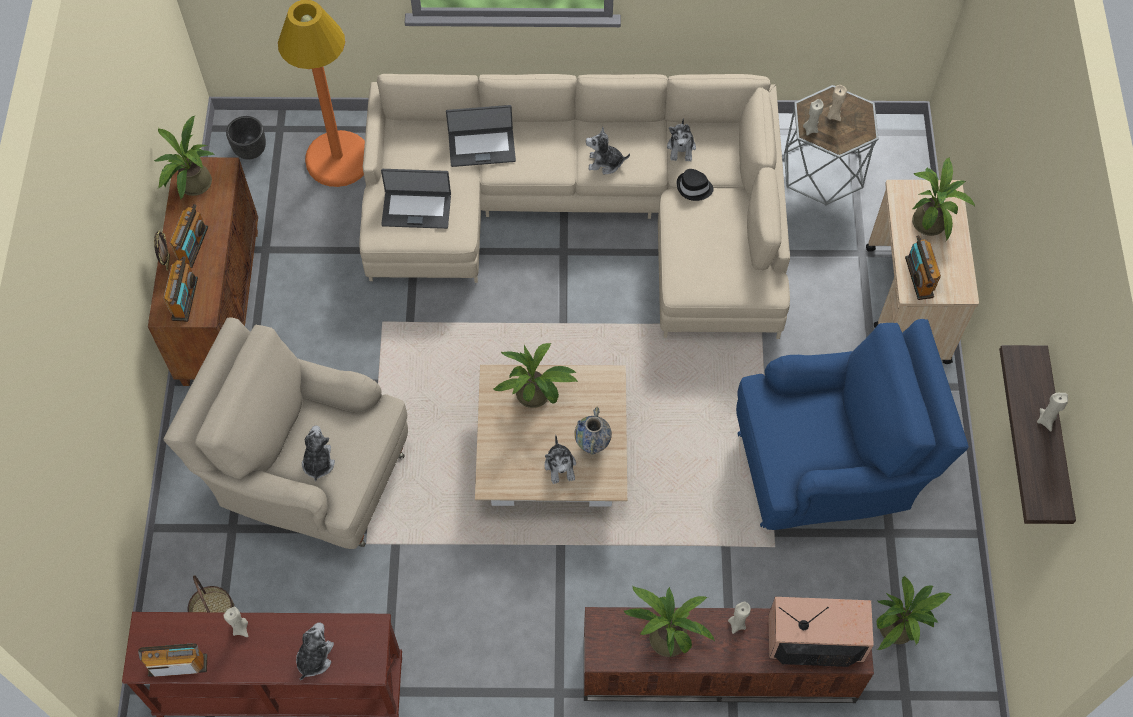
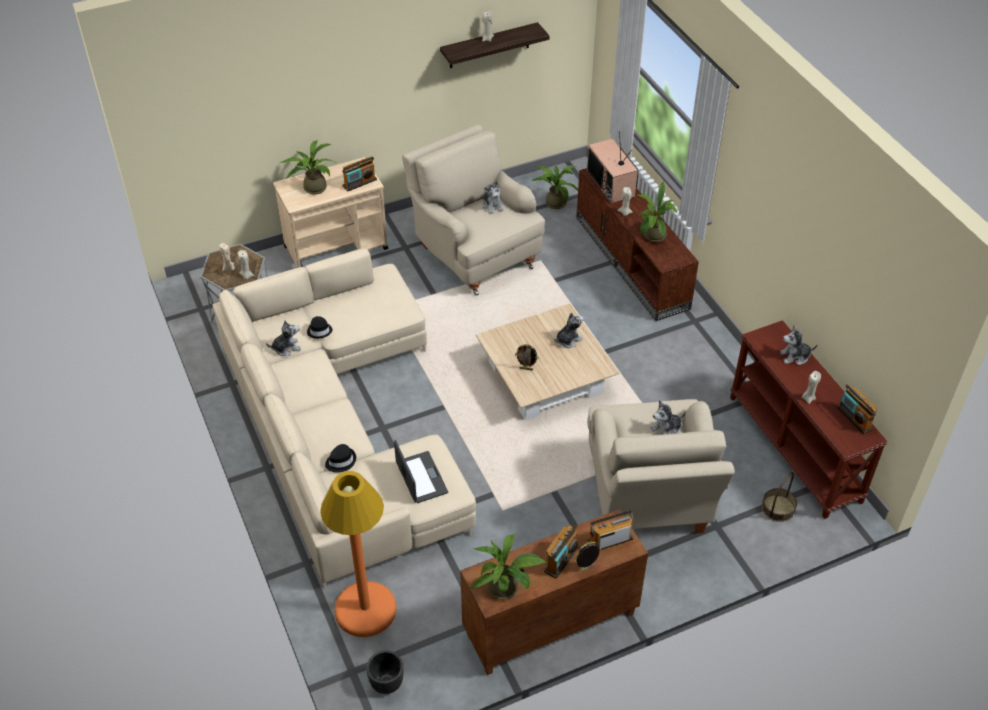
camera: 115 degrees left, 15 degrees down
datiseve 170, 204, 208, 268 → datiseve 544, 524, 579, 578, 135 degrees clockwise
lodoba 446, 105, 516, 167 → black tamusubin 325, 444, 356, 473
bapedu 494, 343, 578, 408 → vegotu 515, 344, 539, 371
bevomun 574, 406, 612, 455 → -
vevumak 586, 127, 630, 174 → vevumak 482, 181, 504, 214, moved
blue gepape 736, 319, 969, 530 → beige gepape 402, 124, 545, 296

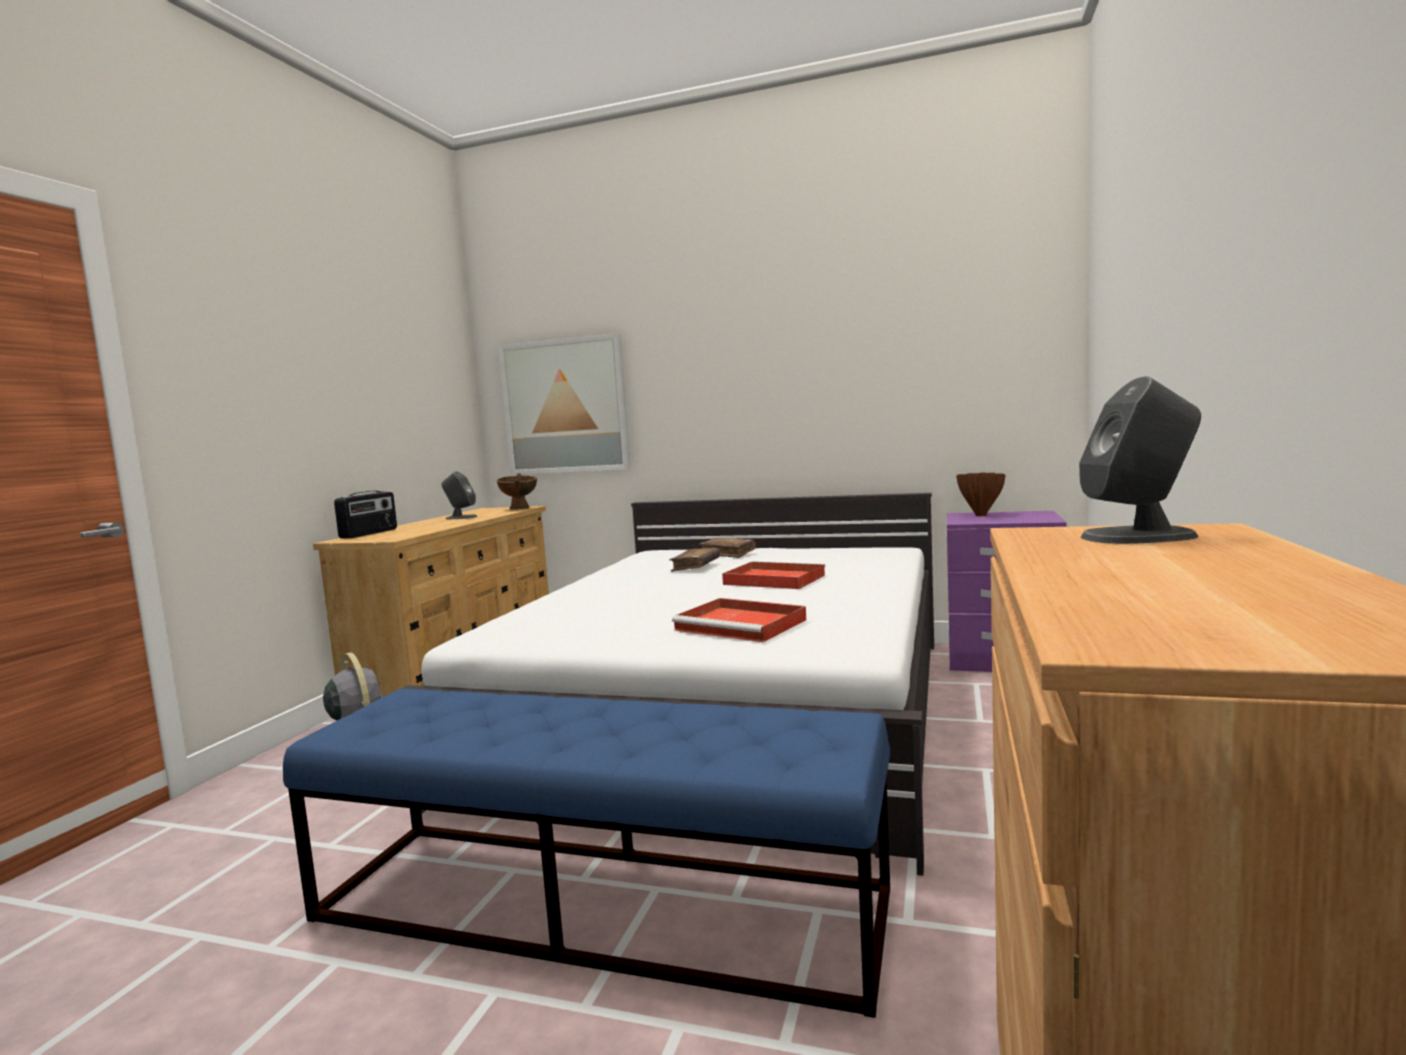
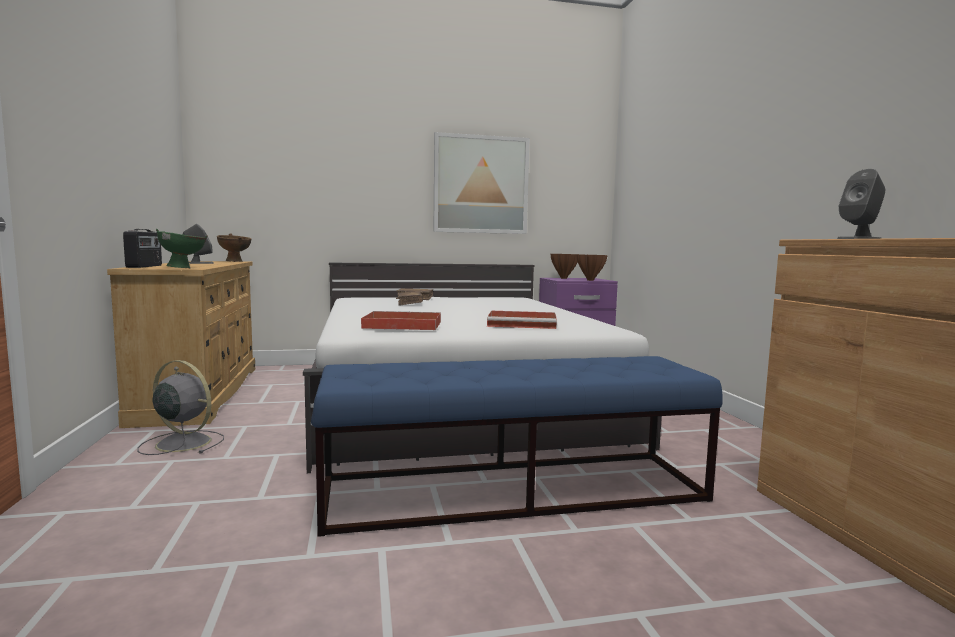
camera: 30 degrees left, 0 degrees up
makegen 498, 333, 631, 475 → makegen 434, 132, 530, 234, moved
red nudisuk 722, 561, 825, 589 → red nudisuk 361, 311, 441, 330, moved
- → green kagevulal 156, 229, 208, 268
- → brown bevomun 576, 255, 607, 281

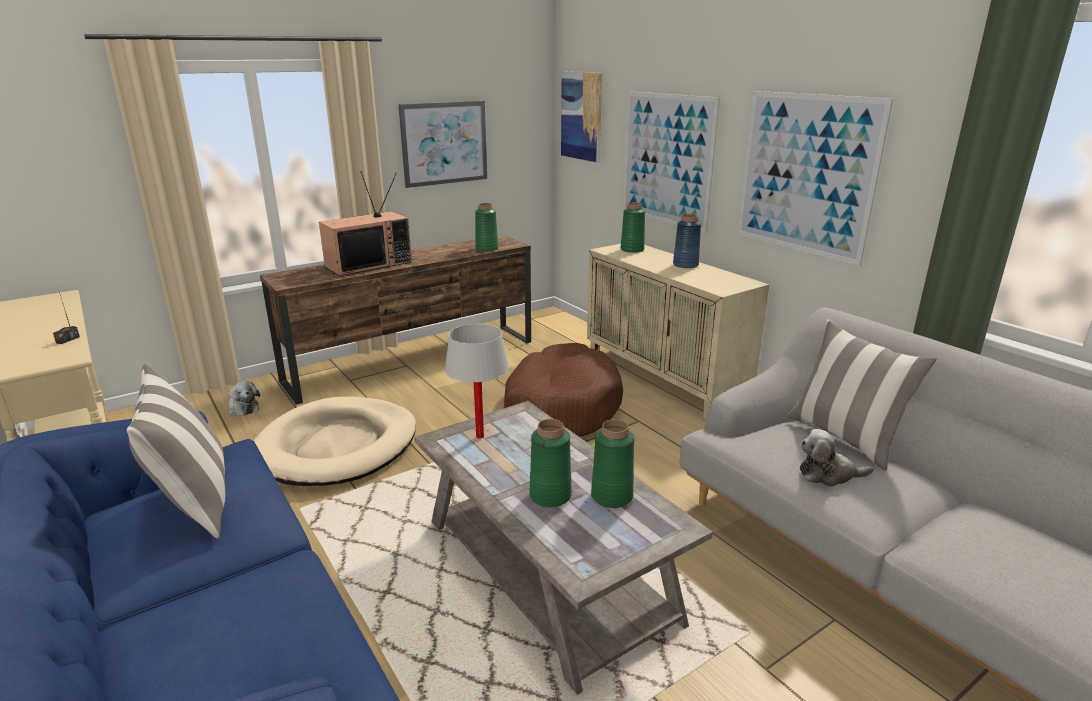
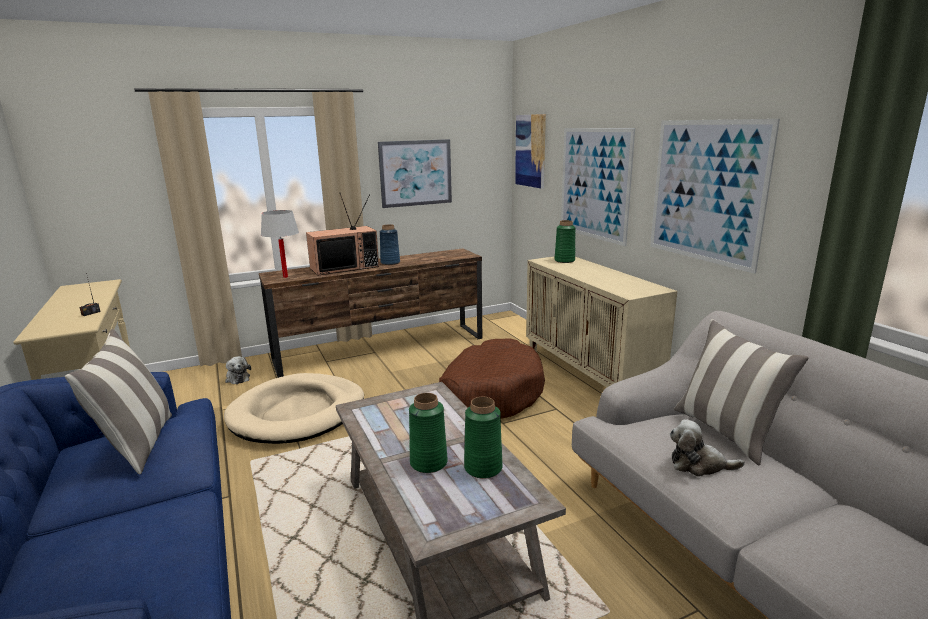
camera: 10 degrees right, 5 degrees down
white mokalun 445, 324, 509, 439 → white mokalun 261, 210, 299, 278, moved
green bevomun 475, 203, 498, 251 → -
blue bevomun 673, 214, 701, 268 → blue bevomun 380, 224, 400, 265, moved

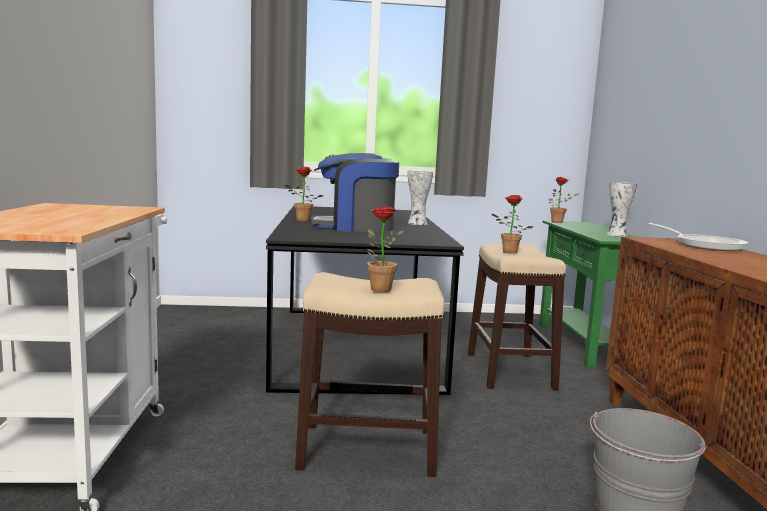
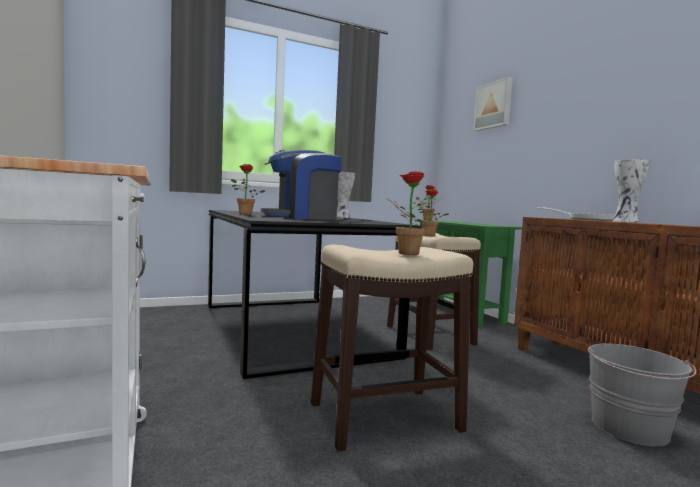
camera: 20 degrees left, 5 degrees down
bevomun 607, 182, 637, 237 → bevomun 612, 159, 650, 223, moved
- → makegen 473, 77, 513, 131

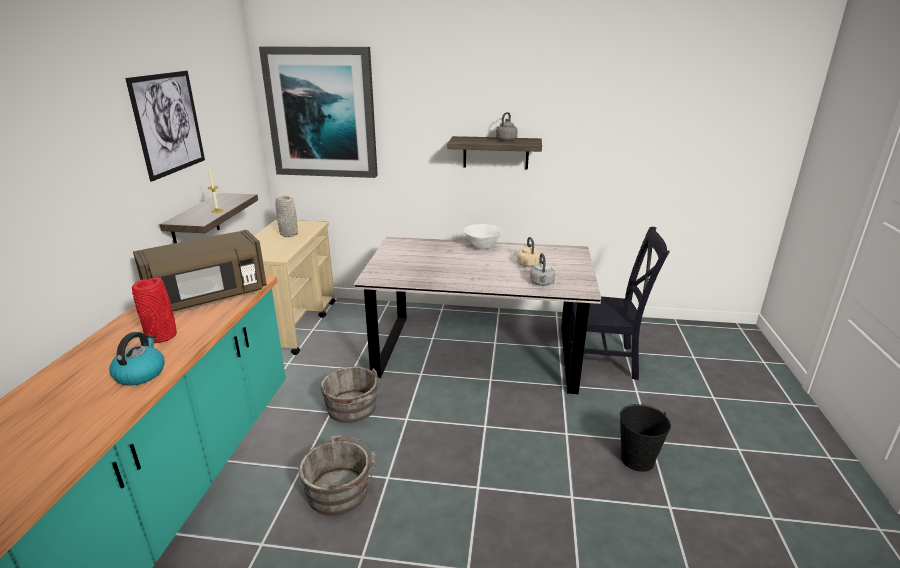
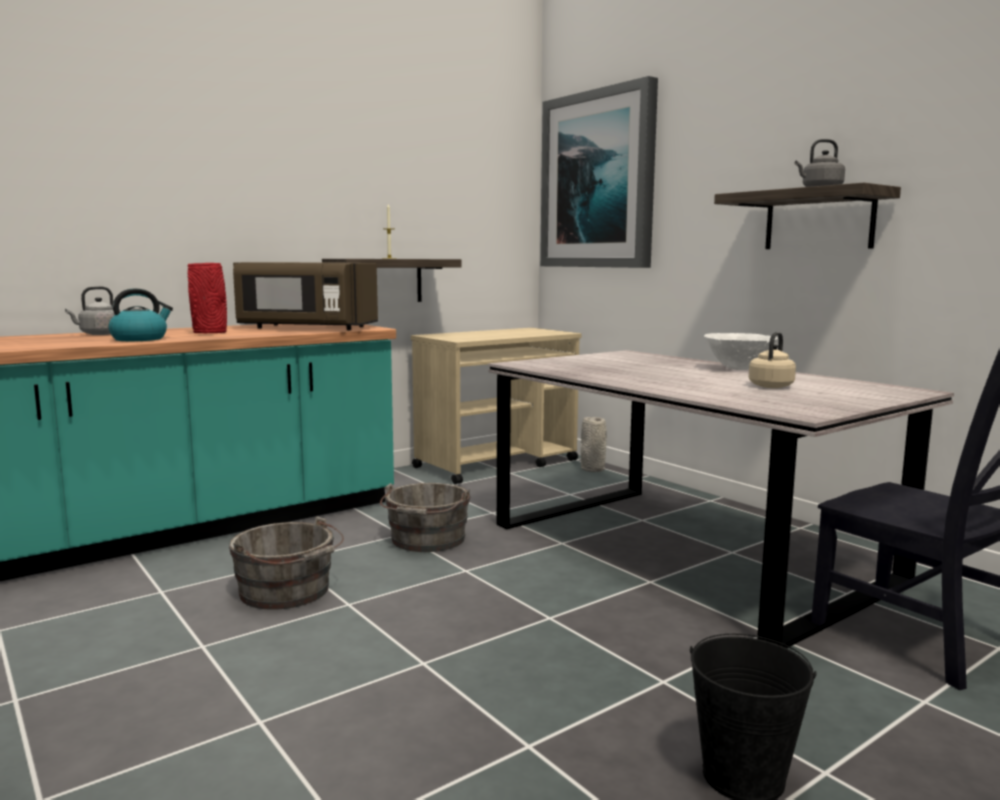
camera: 45 degrees right, 15 degrees down
makegen 125, 71, 205, 181 → -
grey bevomun 275, 196, 298, 237 → grey bevomun 581, 417, 607, 472, moved
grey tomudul 530, 253, 555, 286 → grey tomudul 65, 286, 115, 335, moved

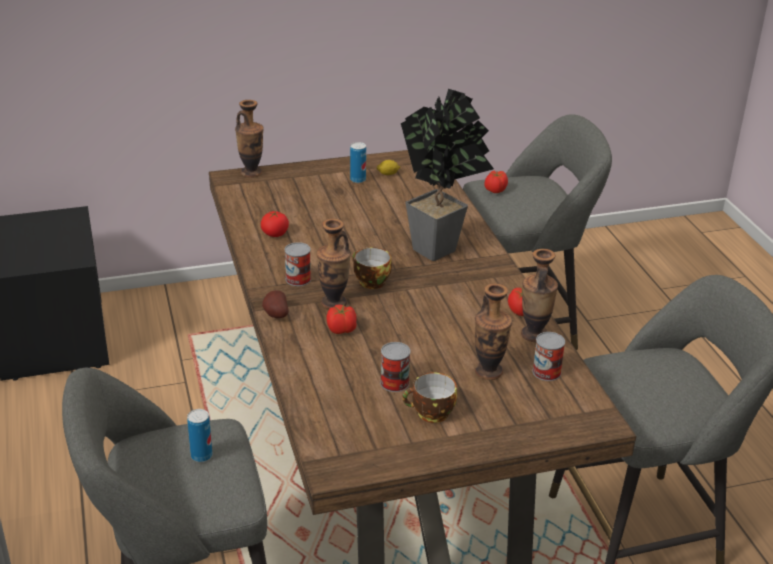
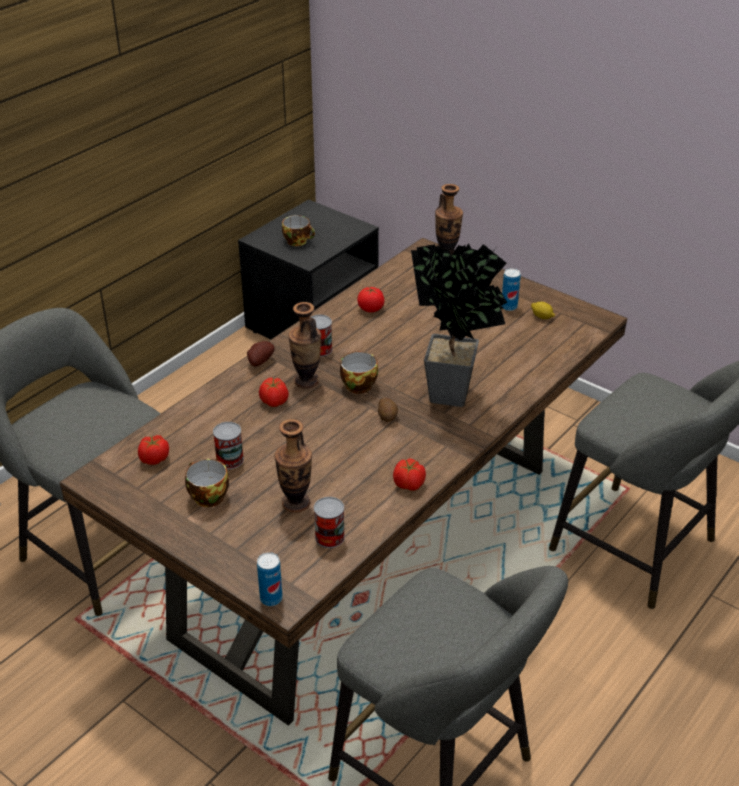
camera: 55 degrees right, 5 degrees up
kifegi 187, 409, 212, 462 → kifegi 257, 552, 283, 606, moved
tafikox 484, 170, 508, 193 → tafikox 138, 435, 169, 465, moved
bevomun 521, 249, 558, 342 → -
- → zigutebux 282, 215, 315, 246
- → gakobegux 378, 398, 398, 422

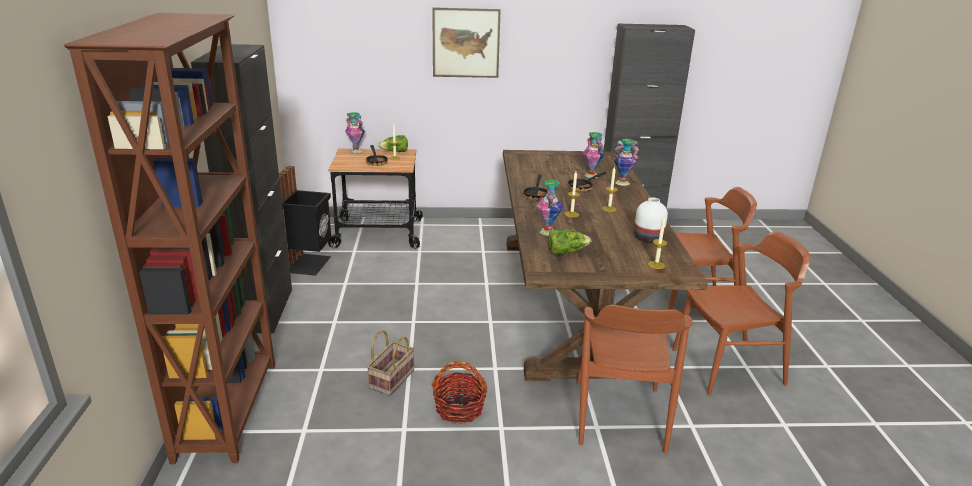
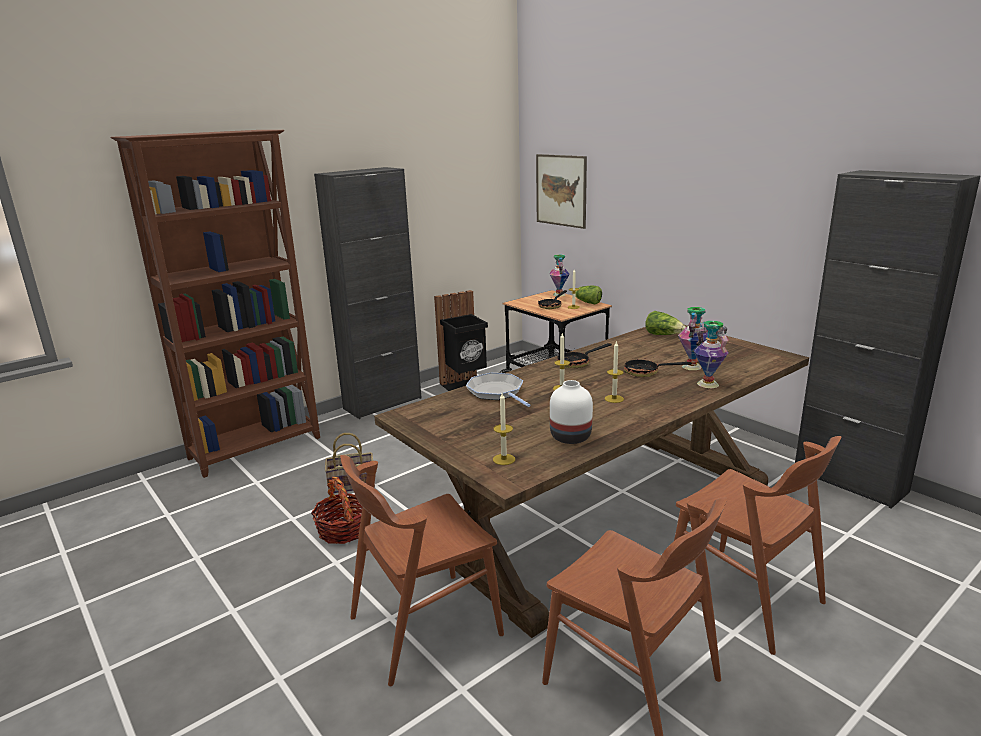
camera: 55 degrees right, 5 degrees down
makegen 432, 7, 501, 78 → makegen 536, 154, 587, 229, moved
bevomun 537, 180, 564, 236 → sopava 466, 373, 531, 407
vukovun 548, 229, 591, 255 → vukovun 645, 311, 686, 335, moved

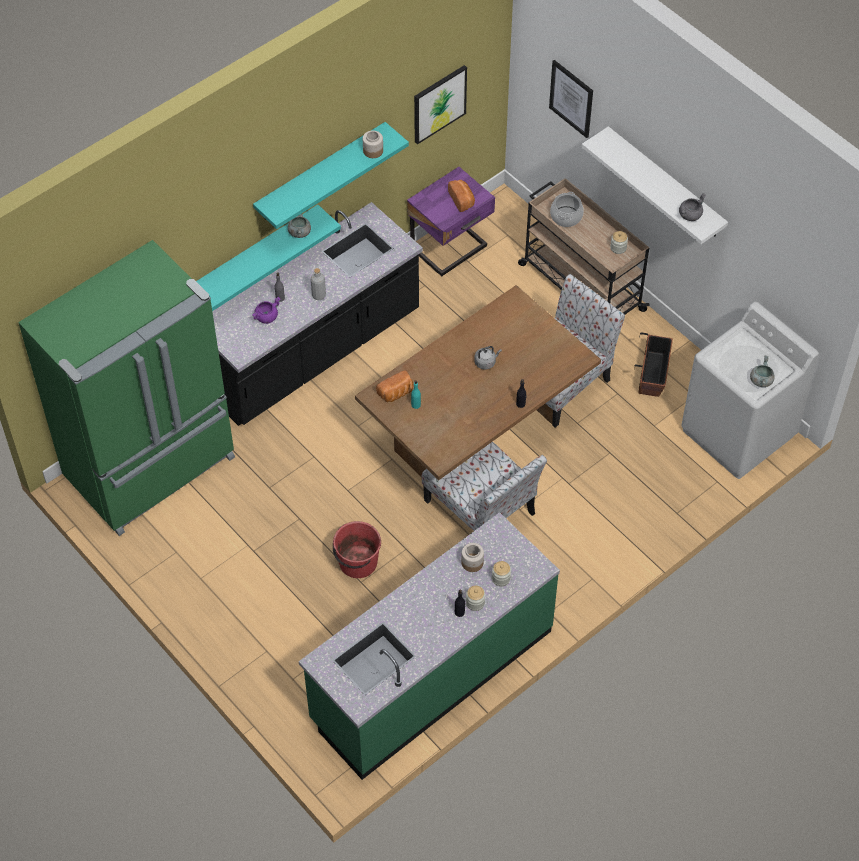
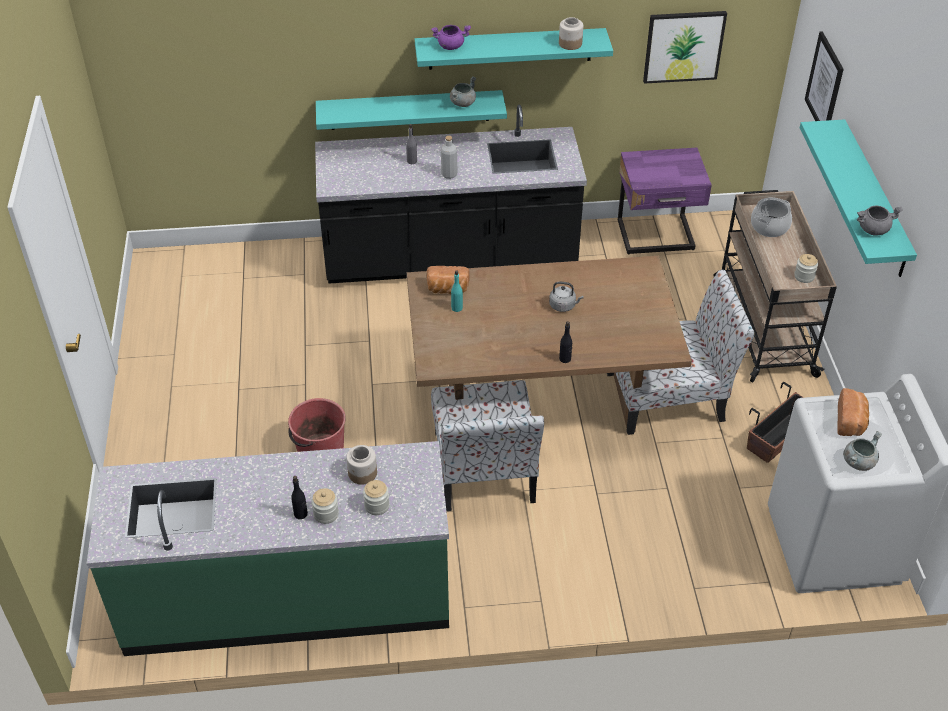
camera: 35 degrees right, 10 degrees down
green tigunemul 18, 240, 235, 536 → -
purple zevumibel 252, 297, 280, 324 → purple zevumibel 431, 25, 471, 50, moved
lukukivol 448, 180, 475, 212 → lukukivol 837, 388, 869, 436, moved
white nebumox 582, 126, 728, 244 → turquoise nebumox 800, 119, 917, 277

